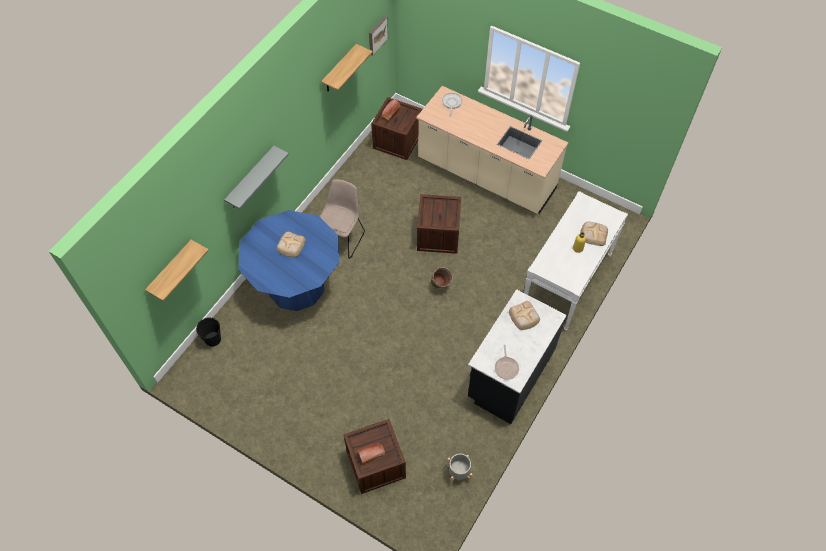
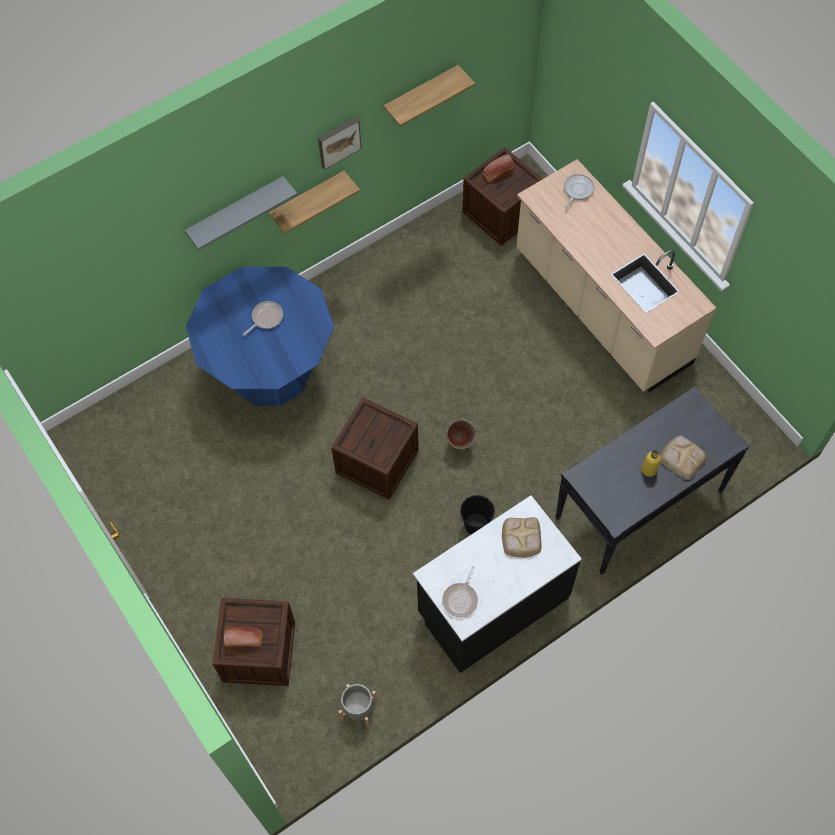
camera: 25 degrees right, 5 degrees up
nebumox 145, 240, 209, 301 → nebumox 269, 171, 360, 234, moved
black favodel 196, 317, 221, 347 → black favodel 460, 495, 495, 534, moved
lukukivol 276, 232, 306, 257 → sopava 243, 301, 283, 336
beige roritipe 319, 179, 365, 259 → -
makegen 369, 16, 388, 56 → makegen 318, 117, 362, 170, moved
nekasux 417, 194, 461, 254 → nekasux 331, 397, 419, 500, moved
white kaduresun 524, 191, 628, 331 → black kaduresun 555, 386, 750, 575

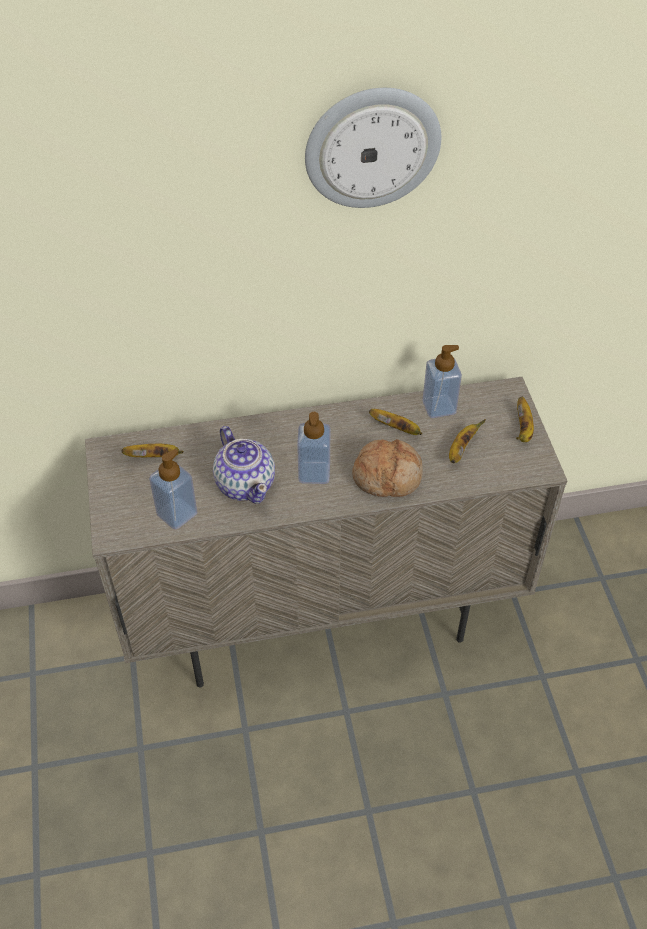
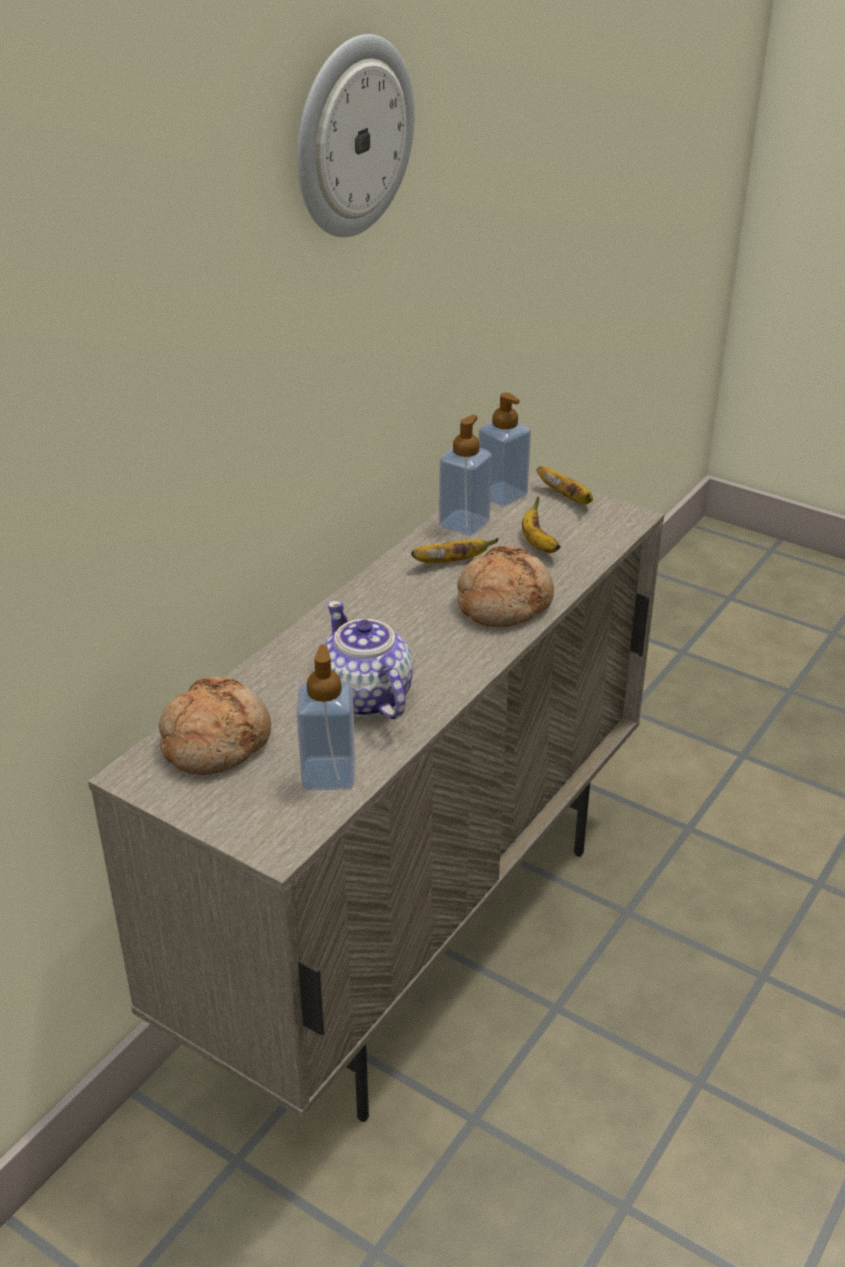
camera: 45 degrees left, 15 degrees down
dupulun 122, 444, 184, 457 → lukukivol 159, 677, 271, 775
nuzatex 213, 426, 275, 503 → nuzatex 323, 601, 413, 719, 135 degrees counterclockwise
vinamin 297, 412, 330, 484 → vinamin 478, 393, 531, 507, moved

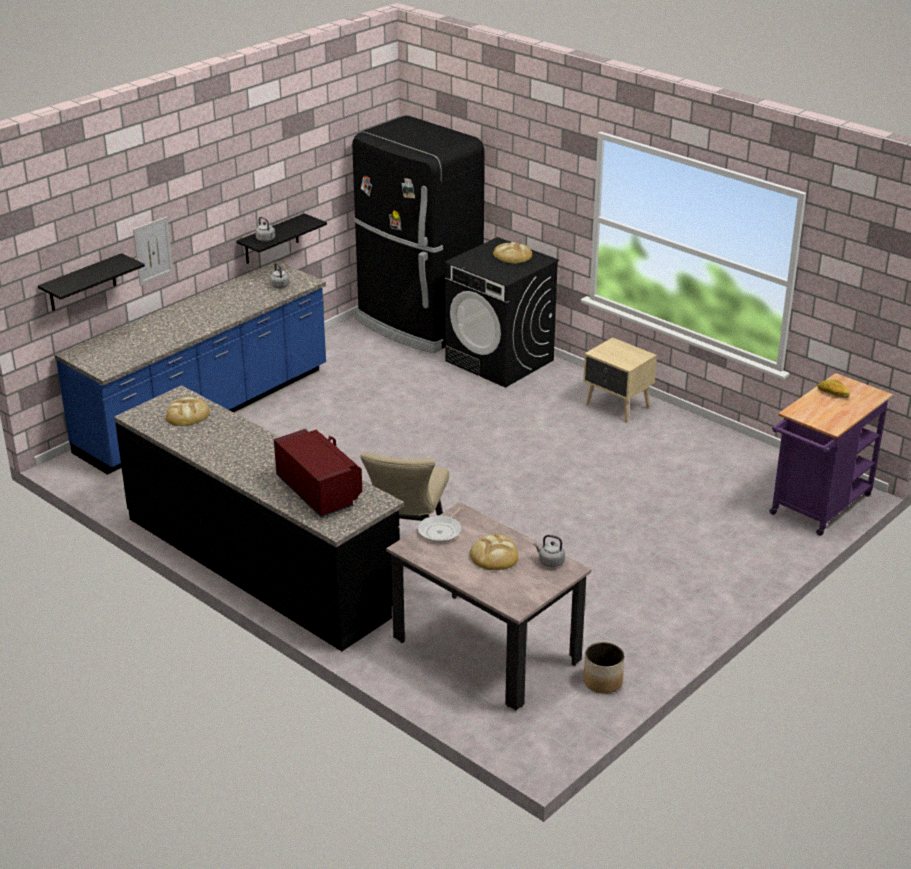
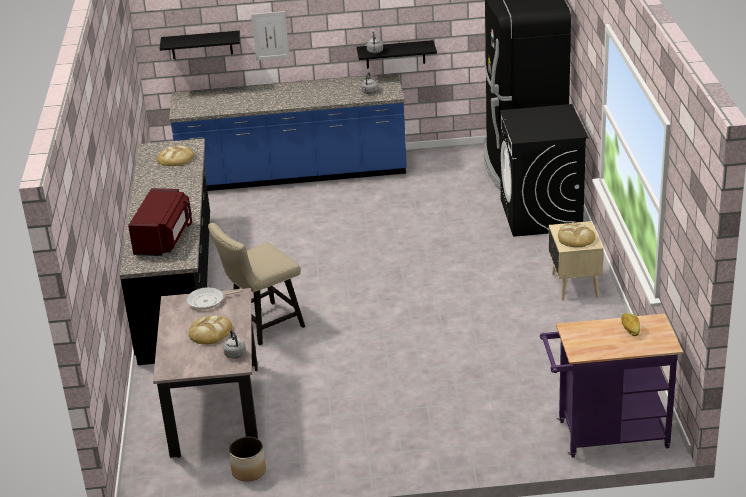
camera: 45 degrees right, 0 degrees up
lukukivol 493, 242, 532, 264 → lukukivol 558, 223, 596, 247, moved

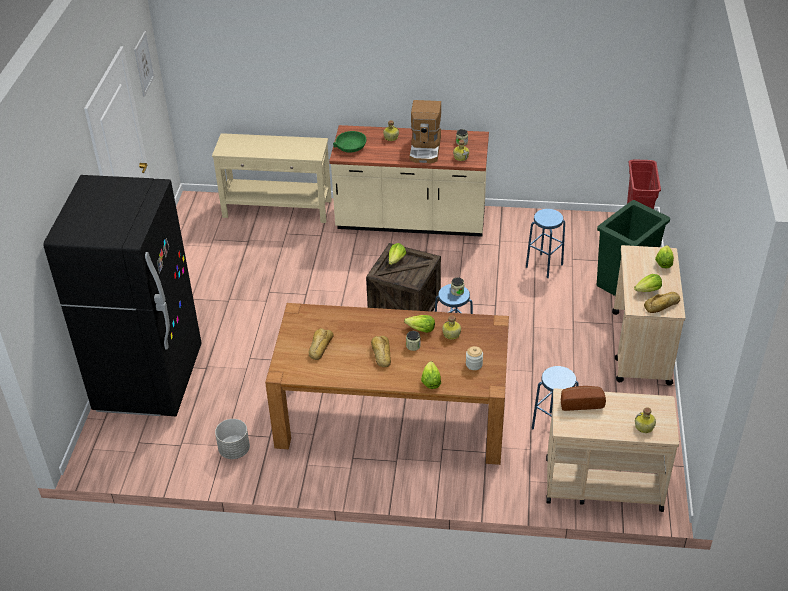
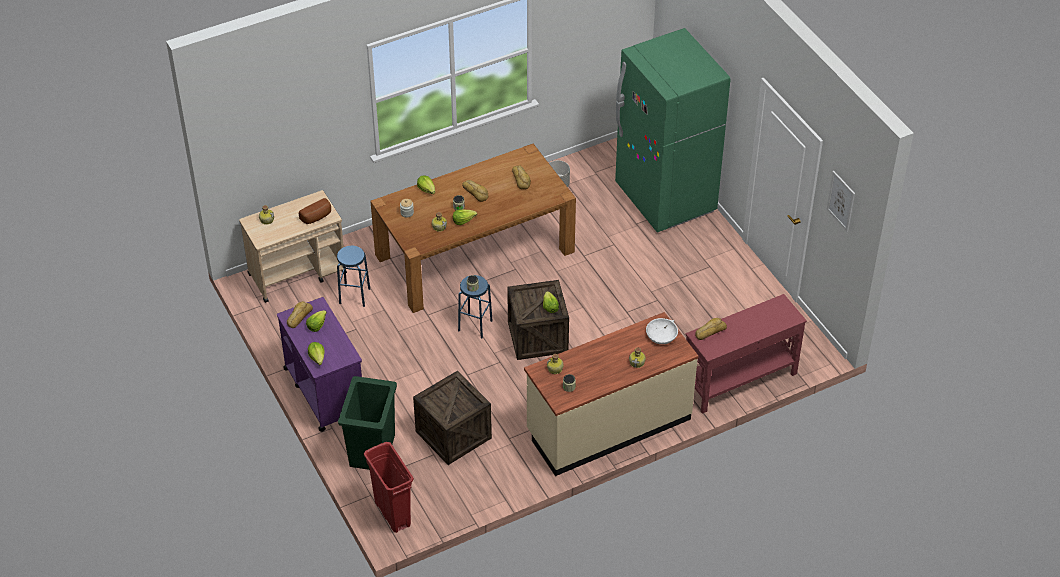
camera: 145 degrees right, 5 degrees up
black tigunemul 43, 175, 202, 416 → green tigunemul 615, 28, 731, 233
beige kaduresun 212, 133, 332, 223 → red kaduresun 685, 294, 807, 414
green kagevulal 333, 131, 366, 153 → white kagevulal 646, 318, 678, 344
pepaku 410, 100, 441, 163 → -
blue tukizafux 526, 209, 565, 278 → nekasux 413, 371, 492, 465
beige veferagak 612, 245, 685, 385 → purple veferagak 277, 297, 362, 432
- → lukukivol 695, 318, 727, 340

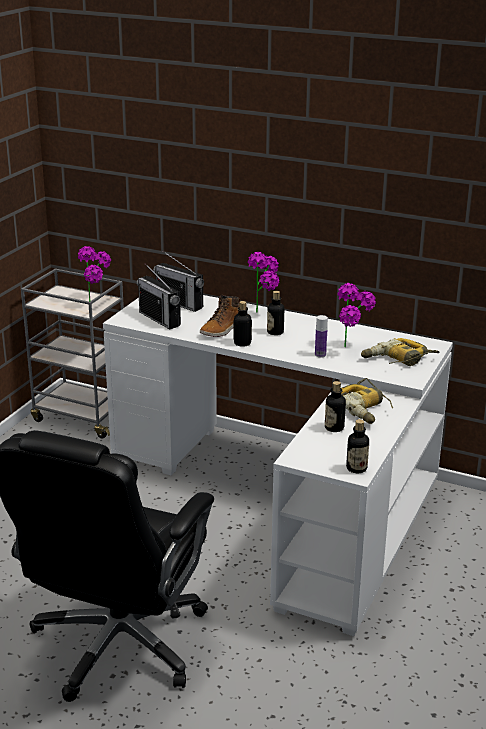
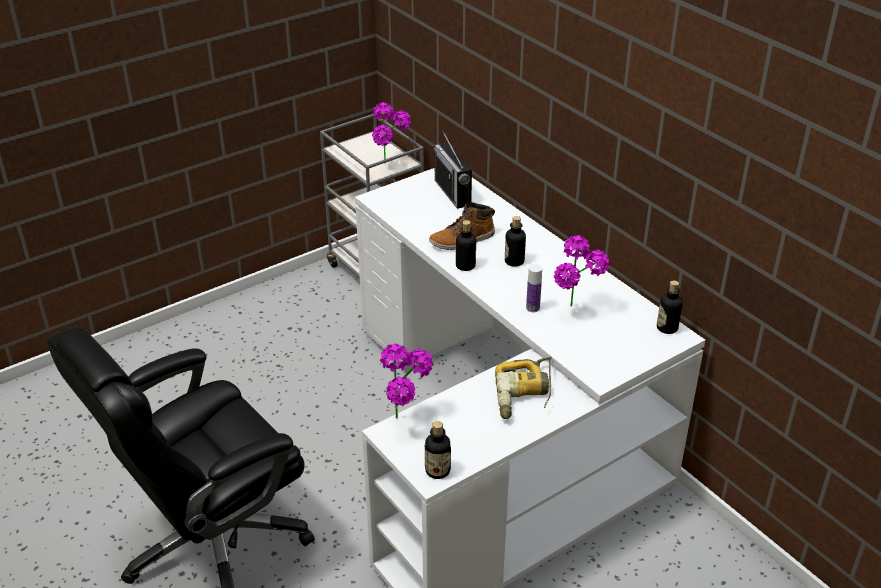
camera: 30 degrees right, 10 degrees up
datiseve 137, 264, 181, 329 → -
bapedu 248, 252, 279, 313 → bapedu 380, 344, 433, 418, moved
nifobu 325, 381, 346, 432 → nifobu 657, 280, 683, 334, moved
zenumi 361, 338, 440, 366 → -

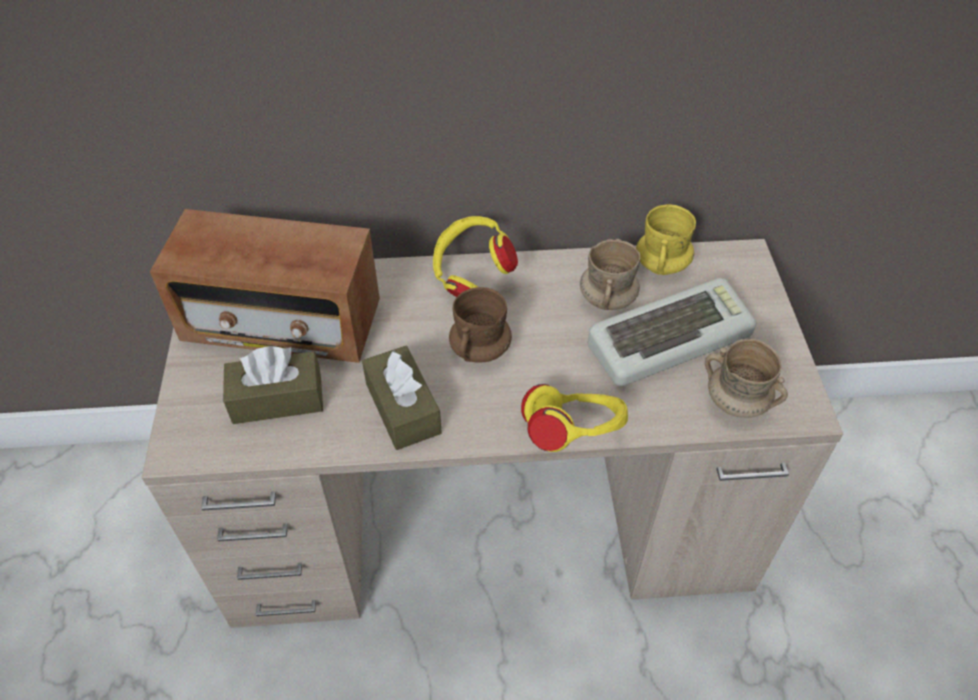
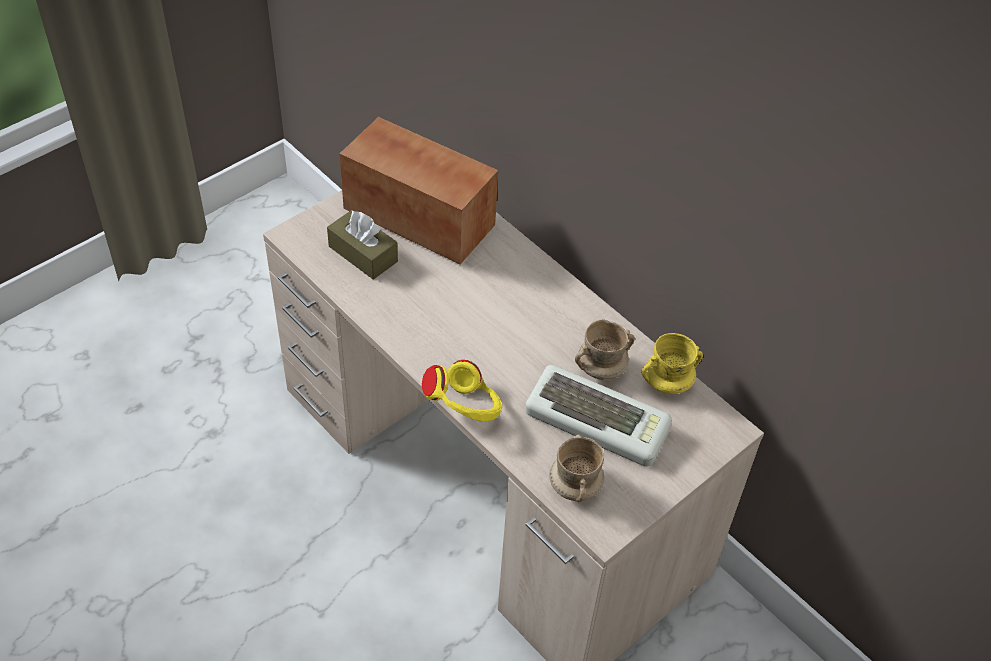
camera: 50 degrees right, 0 degrees up
datiseve 150, 209, 380, 363 → datiseve 340, 117, 498, 265, 150 degrees clockwise
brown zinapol 362, 346, 442, 450 → -
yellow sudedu 433, 216, 518, 297 → -
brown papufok 449, 287, 512, 362 → -

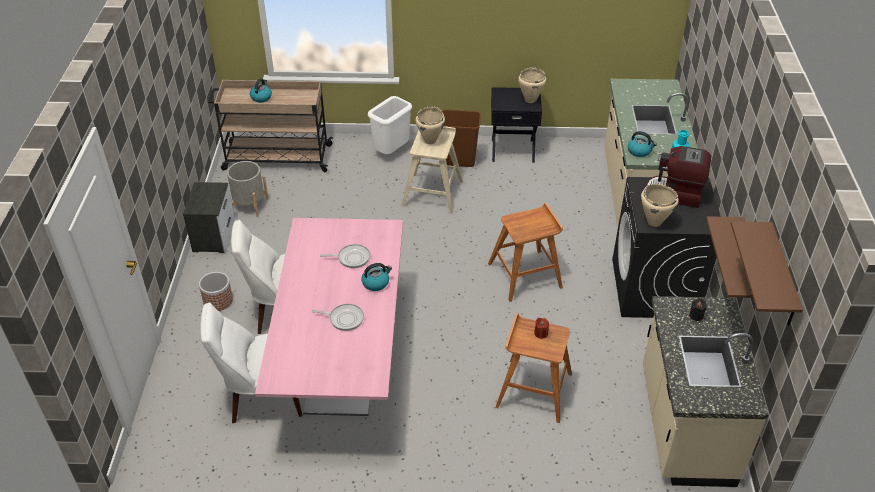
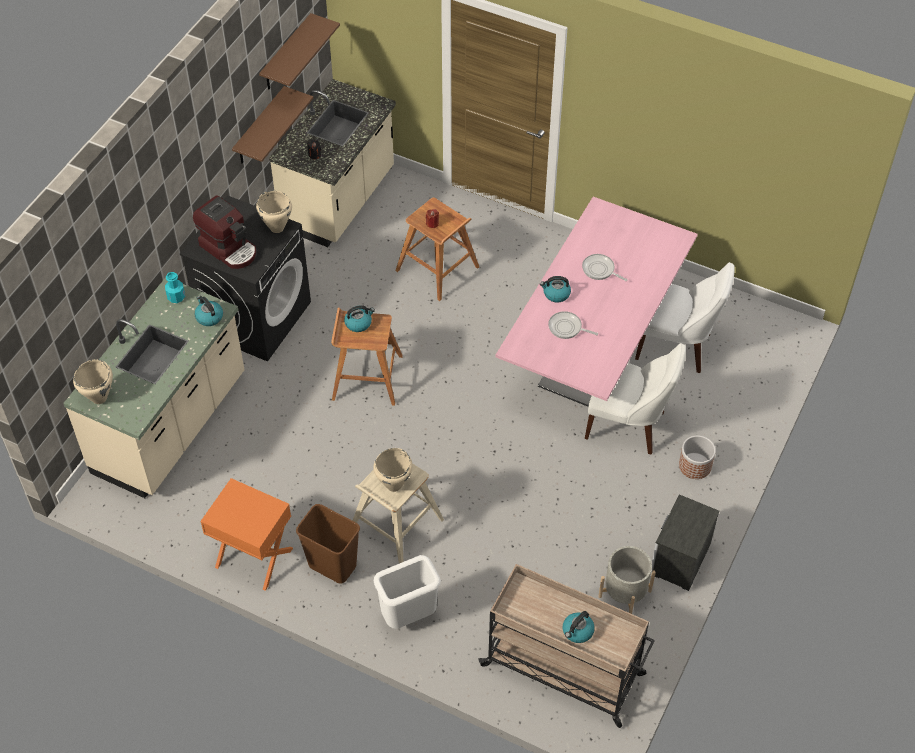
camera: 155 degrees left, 10 degrees up
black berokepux 491, 87, 542, 163 → orange berokepux 200, 478, 293, 591
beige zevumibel 518, 67, 546, 103 → beige zevumibel 73, 359, 113, 404, moved
- → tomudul 344, 305, 375, 332

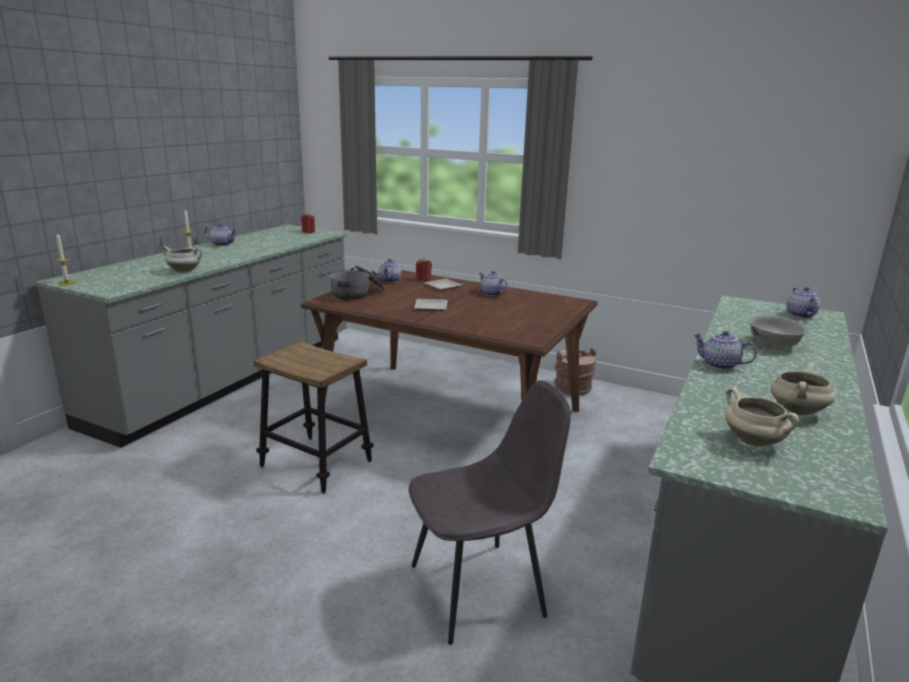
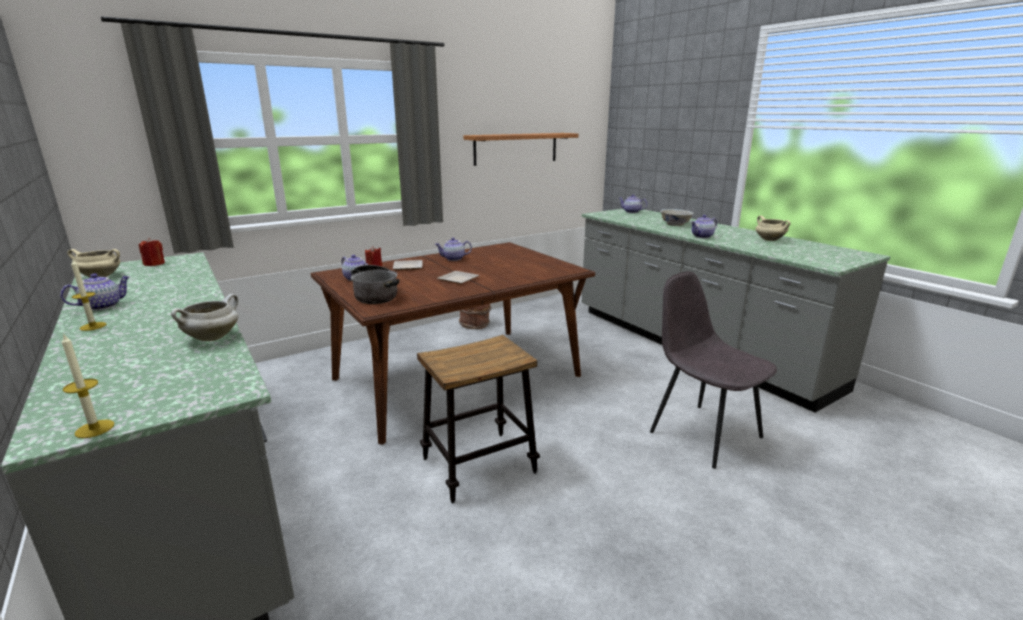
camera: 60 degrees left, 0 degrees up
grey roritipe 409, 381, 571, 645 → grey roritipe 650, 271, 777, 469, 45 degrees counterclockwise
beige zevumibel 725, 388, 799, 446 → beige zevumibel 67, 249, 120, 278, moved
- → nebumox 464, 133, 579, 166

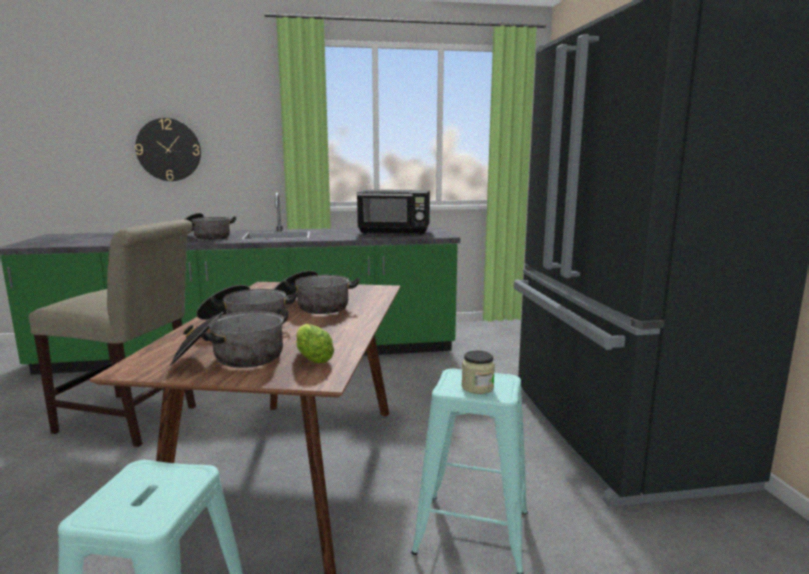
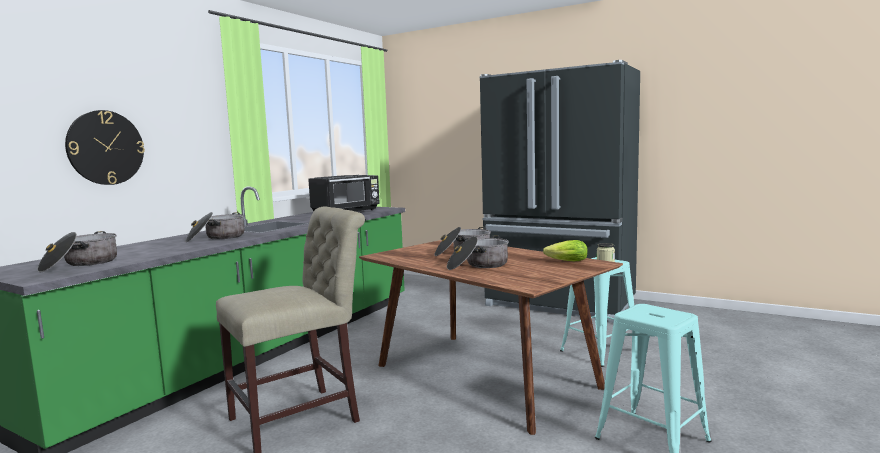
camera: 50 degrees left, 5 degrees down
zevumibel 170, 308, 288, 368 → zevumibel 37, 231, 117, 272, moved

